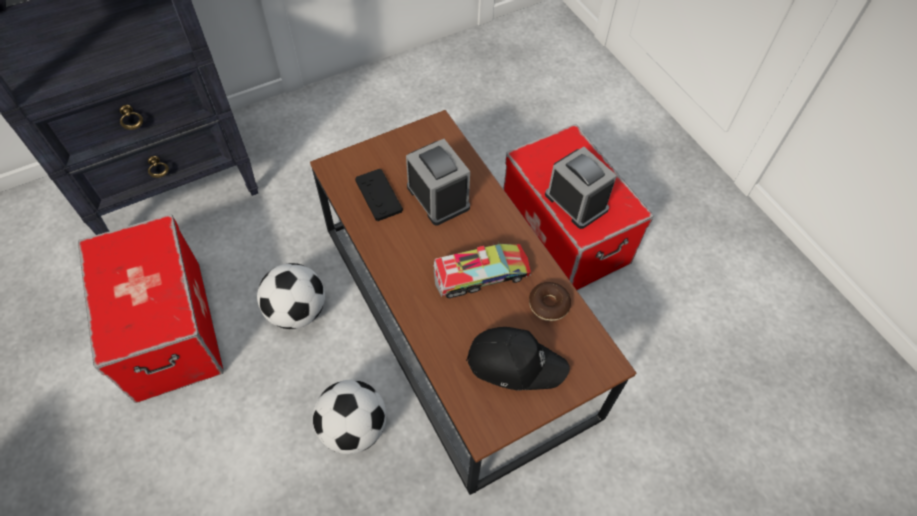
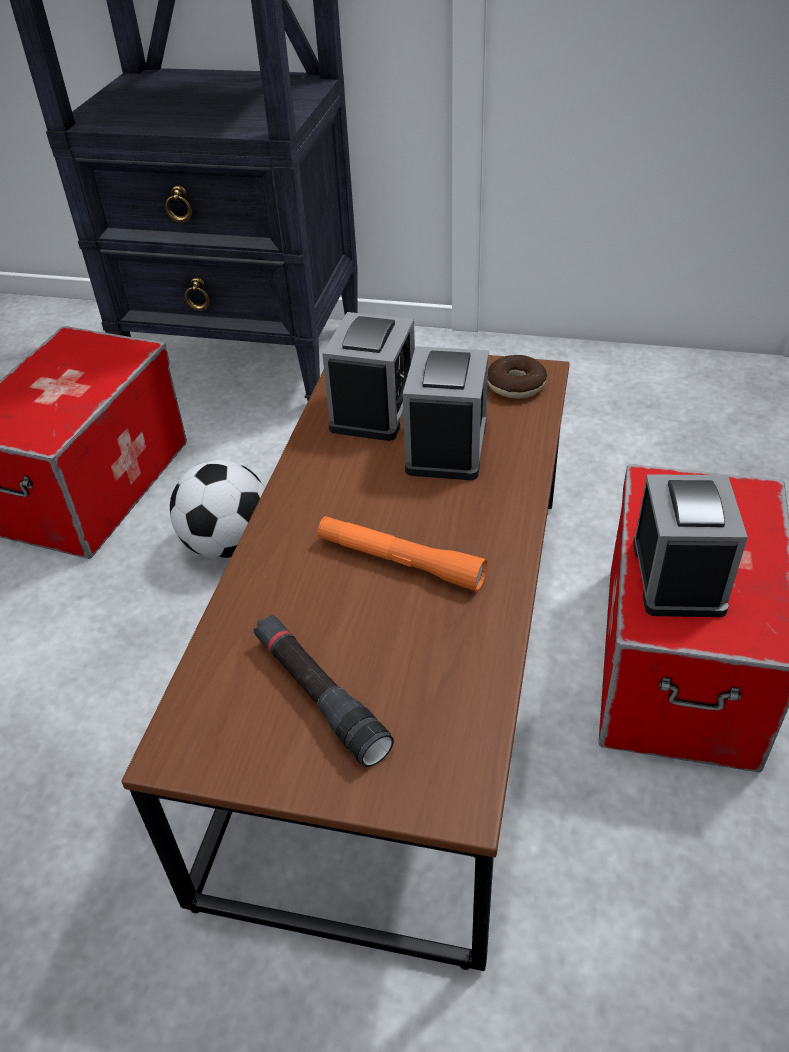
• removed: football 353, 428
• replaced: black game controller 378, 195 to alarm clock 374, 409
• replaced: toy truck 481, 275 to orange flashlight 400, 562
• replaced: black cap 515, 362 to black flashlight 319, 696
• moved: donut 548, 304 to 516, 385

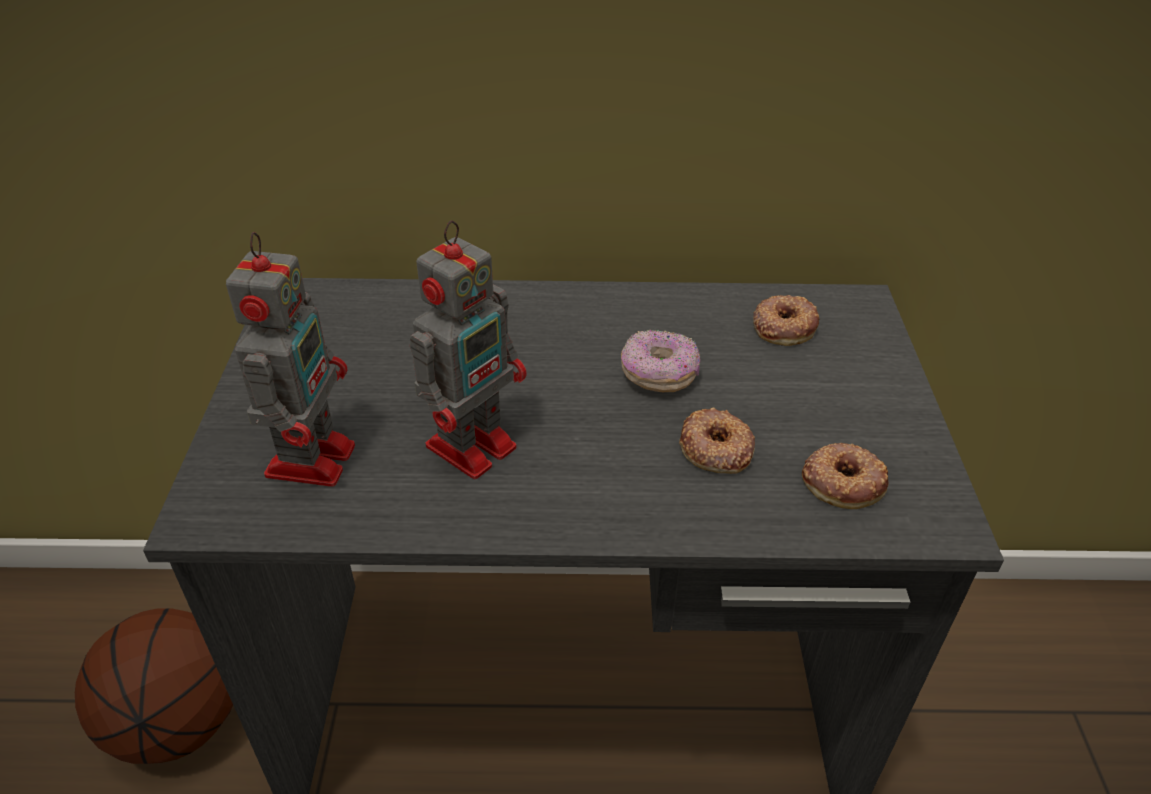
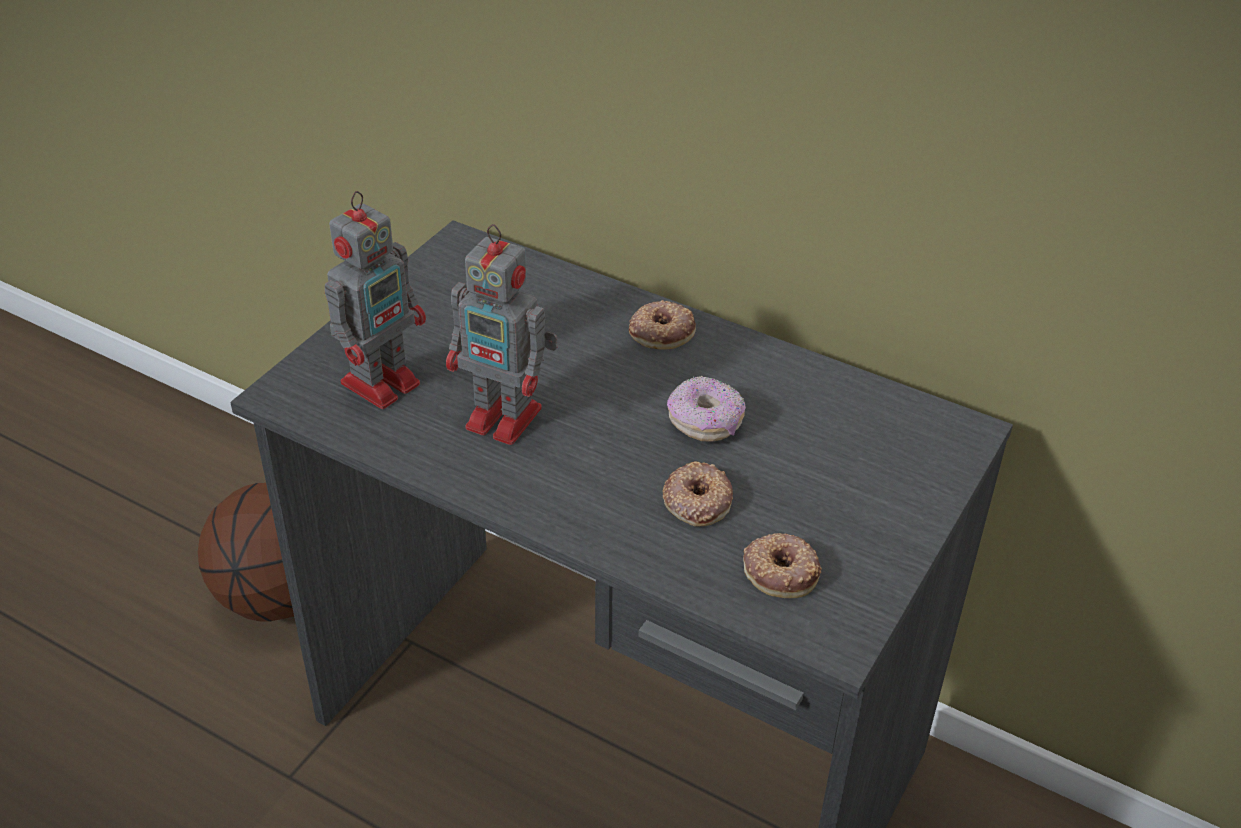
• turned: toy robot 474, 444 = 507, 419 45 degrees clockwise
• moved: donut 783, 326 to 661, 331

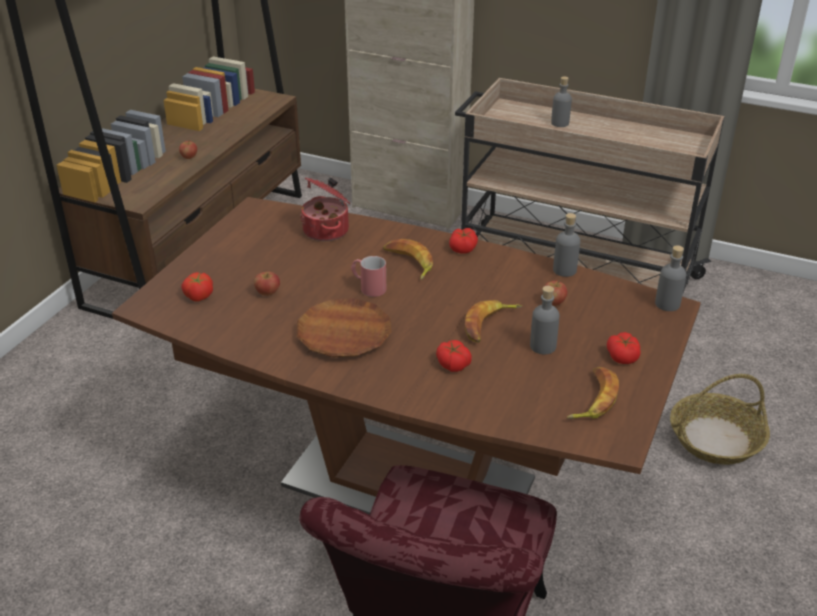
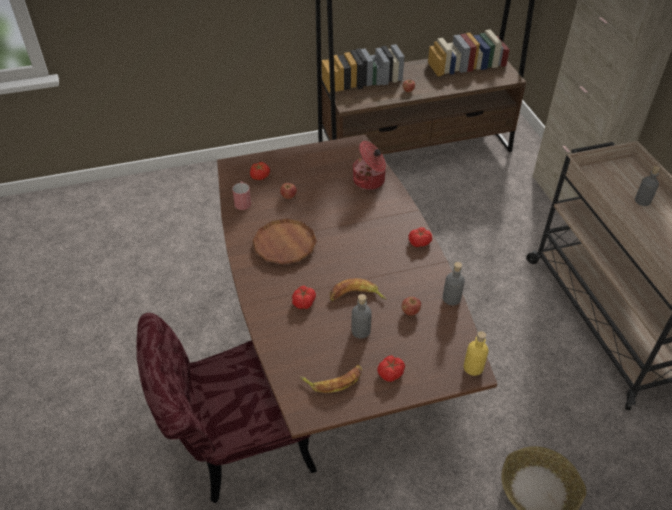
• moved: red mug 368, 287 to 243, 201
• removed: banana 408, 263
• recoloured: grey bottle 667, 304 to yellow bottle 473, 367

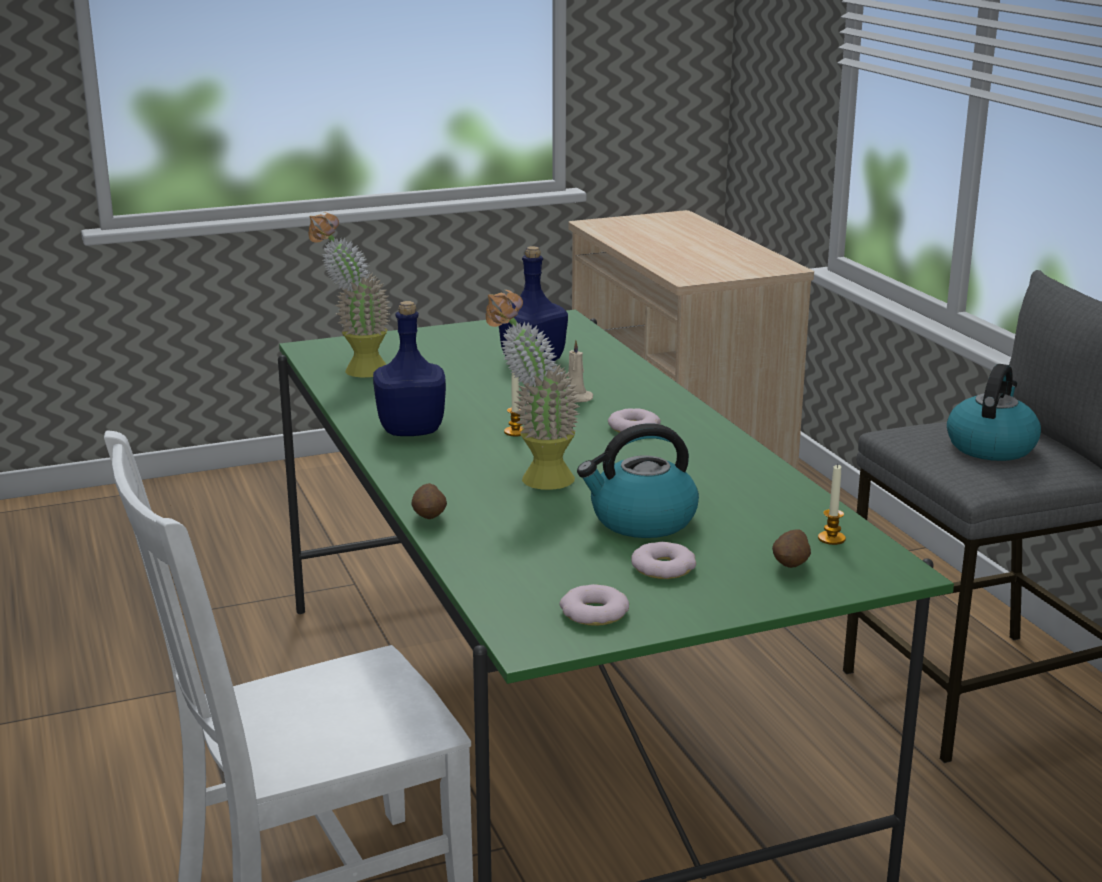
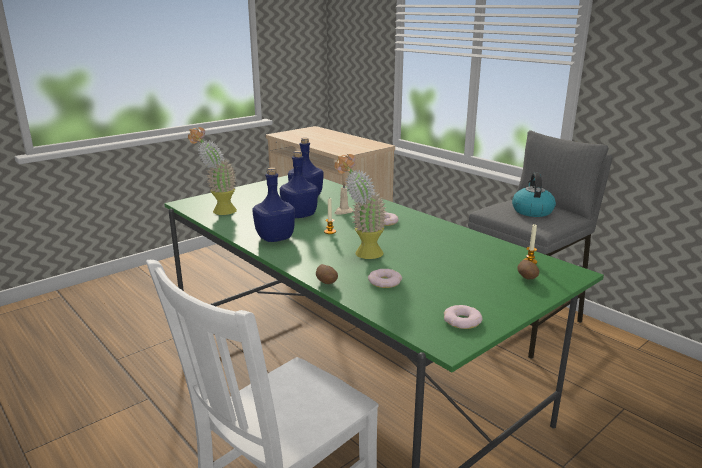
• removed: kettle 641, 520
• moved: donut 663, 567 to 384, 282
• added: blue bottle 300, 215

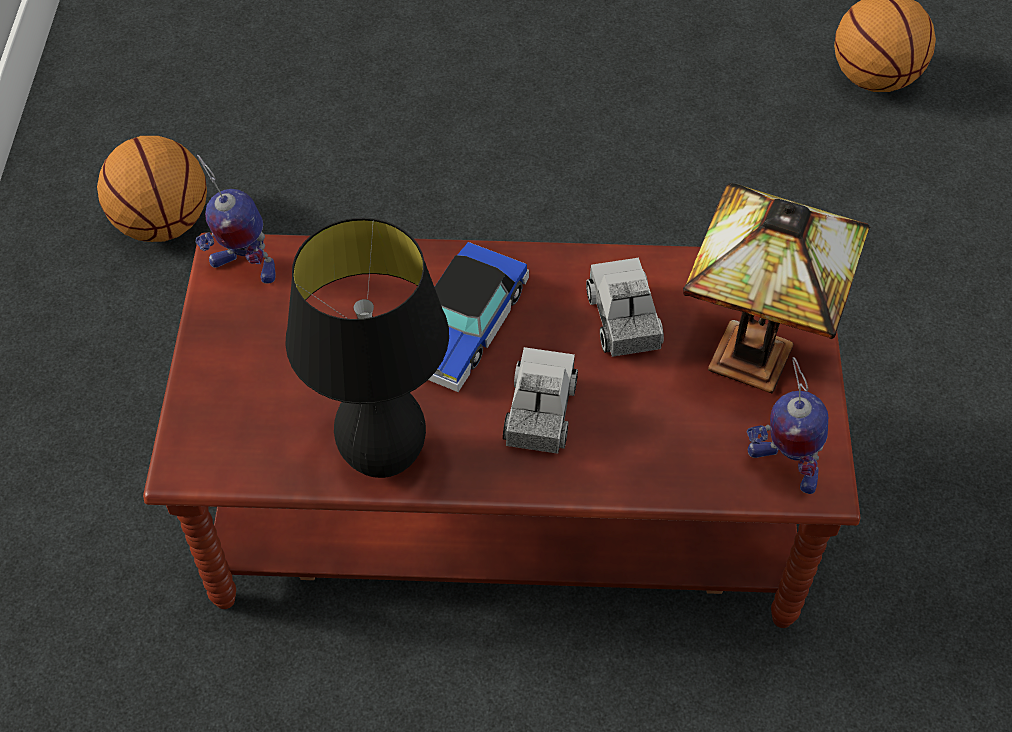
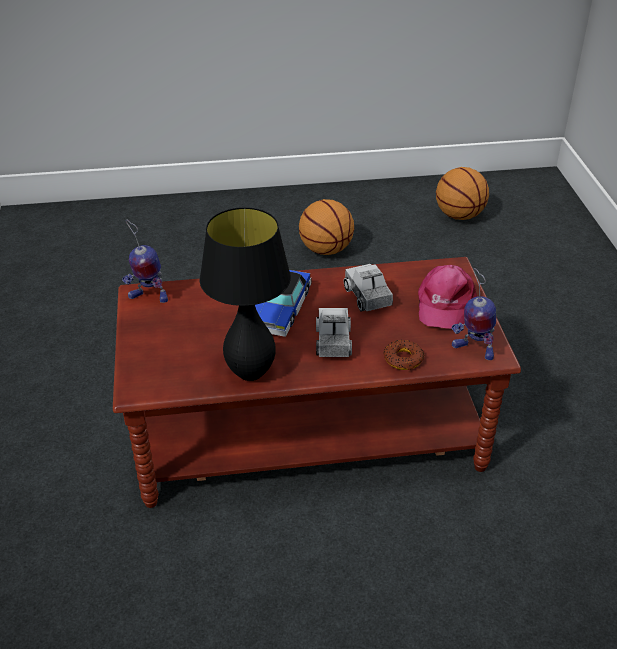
• moved: basketball 164, 224 to 326, 250
• replaced: table lamp 757, 356 to pink cap 444, 304
• added: donut 403, 359

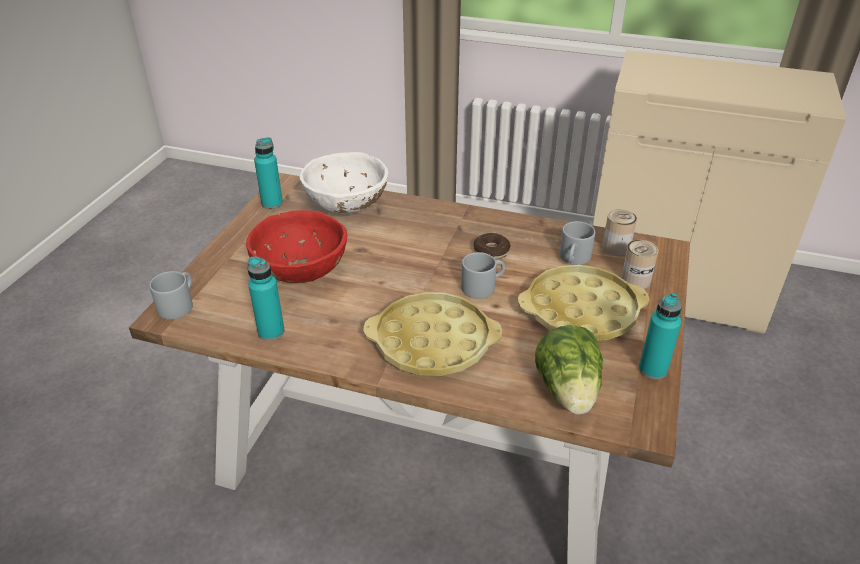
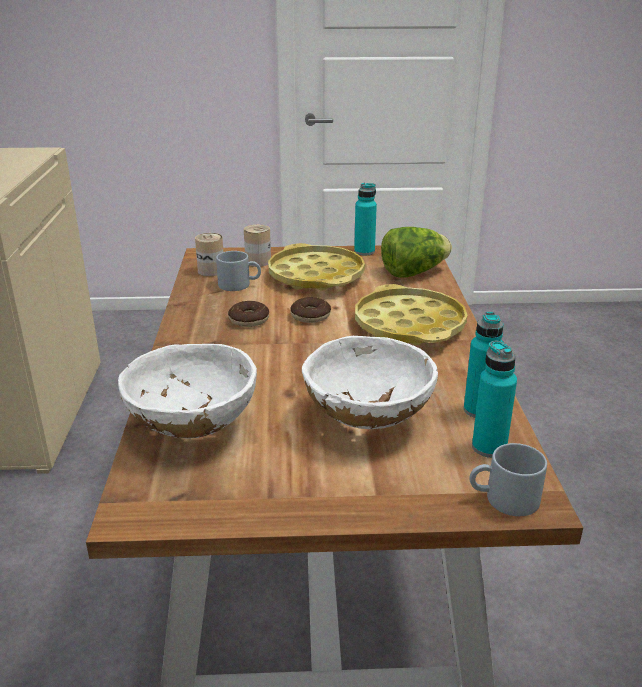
• recoloured: red bowl 301, 274 to white bowl 367, 421
• moved: turquoise bottle 272, 203 to 489, 447
• replaced: grey mug 483, 286 to donut 310, 316

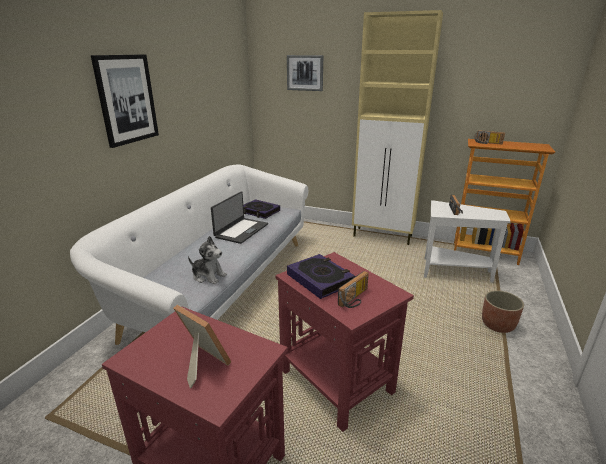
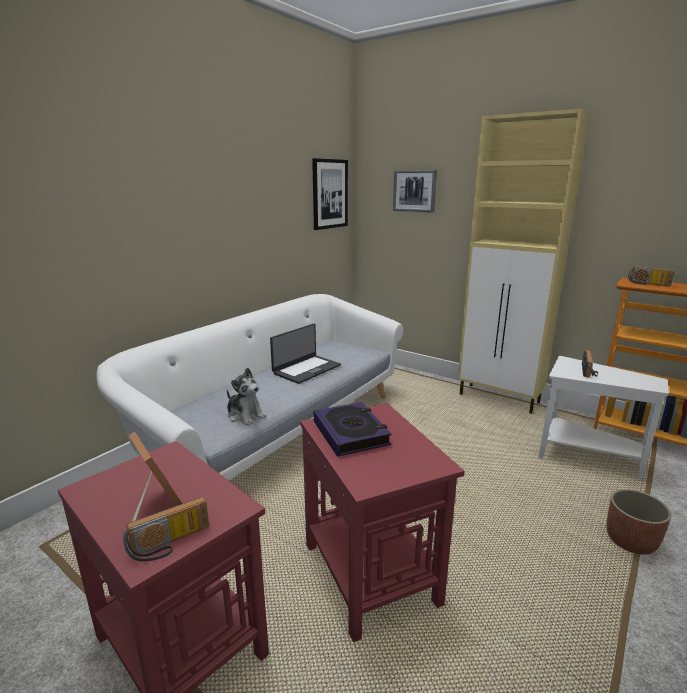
• moved: picture 126, 99 to 329, 194
• removed: book 259, 211
• moved: radio 355, 299 to 170, 544

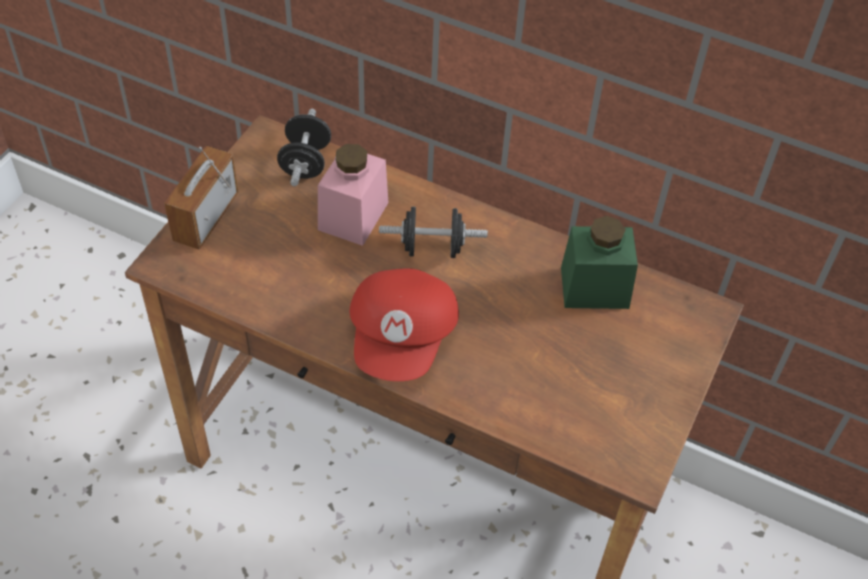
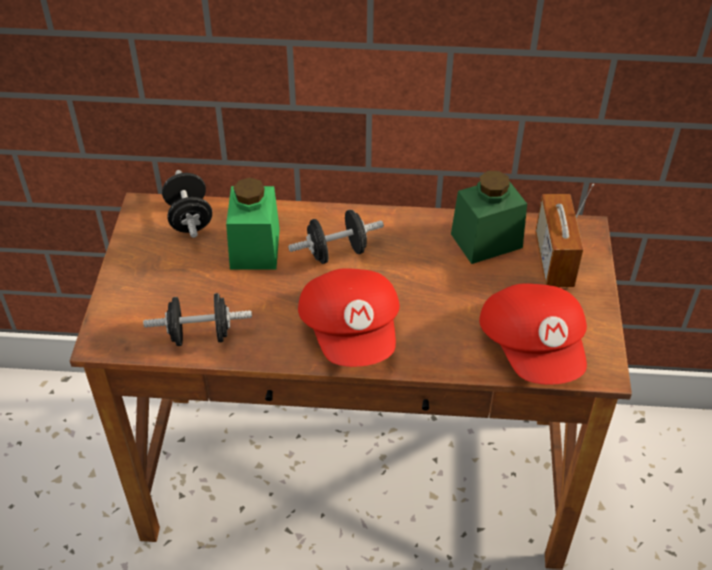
• moved: radio 206, 217 to 553, 260
• recoloured: pink jar 353, 216 to green jar 255, 248
• added: black dumbbell 200, 335
• added: red cap 534, 348

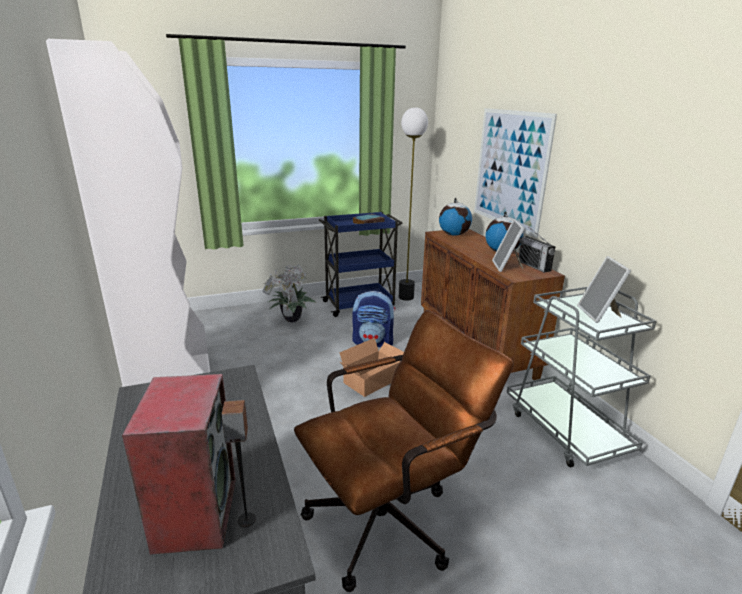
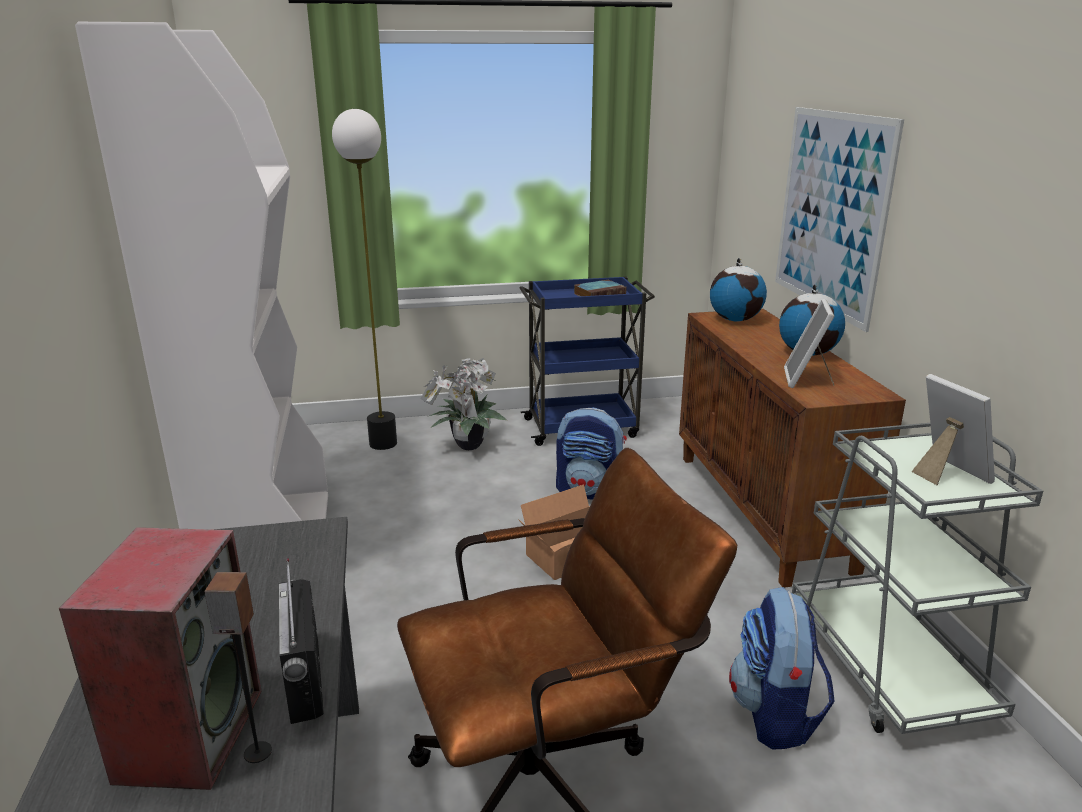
• moved: floor lamp 406, 297 to 383, 443
• moved: radio 534, 266 to 304, 680
• turned: picture frame 600, 314 = 945, 472 150 degrees clockwise
• added: backpack 775, 714

